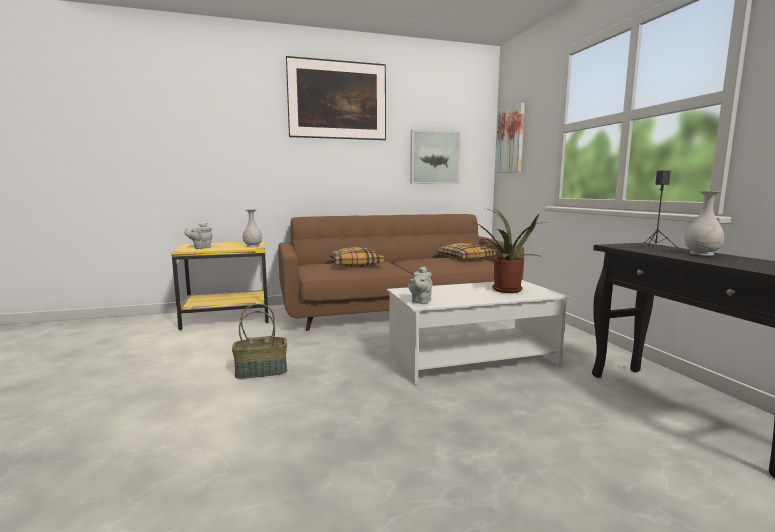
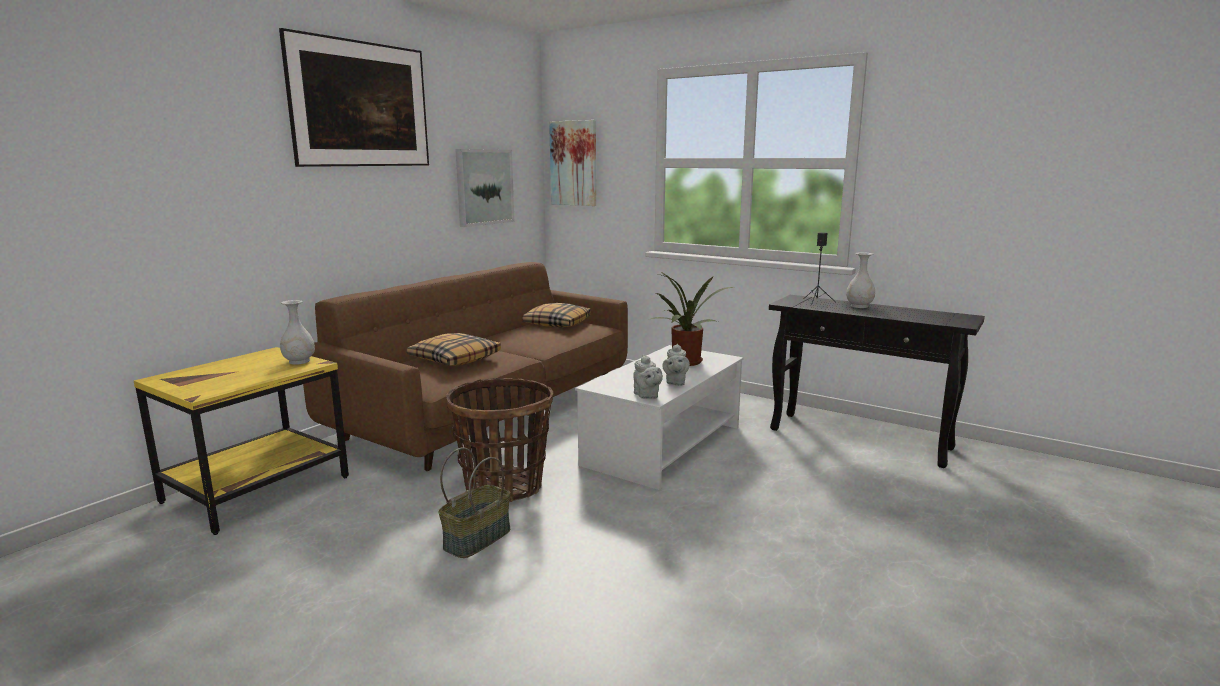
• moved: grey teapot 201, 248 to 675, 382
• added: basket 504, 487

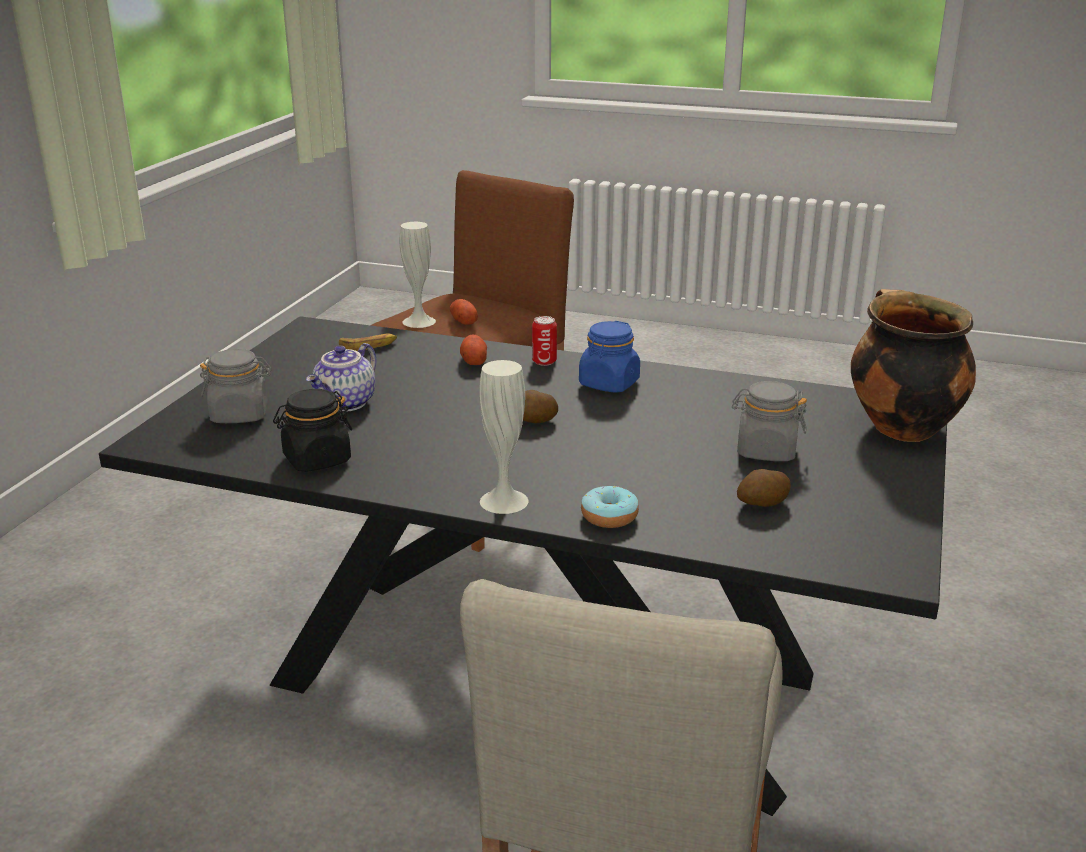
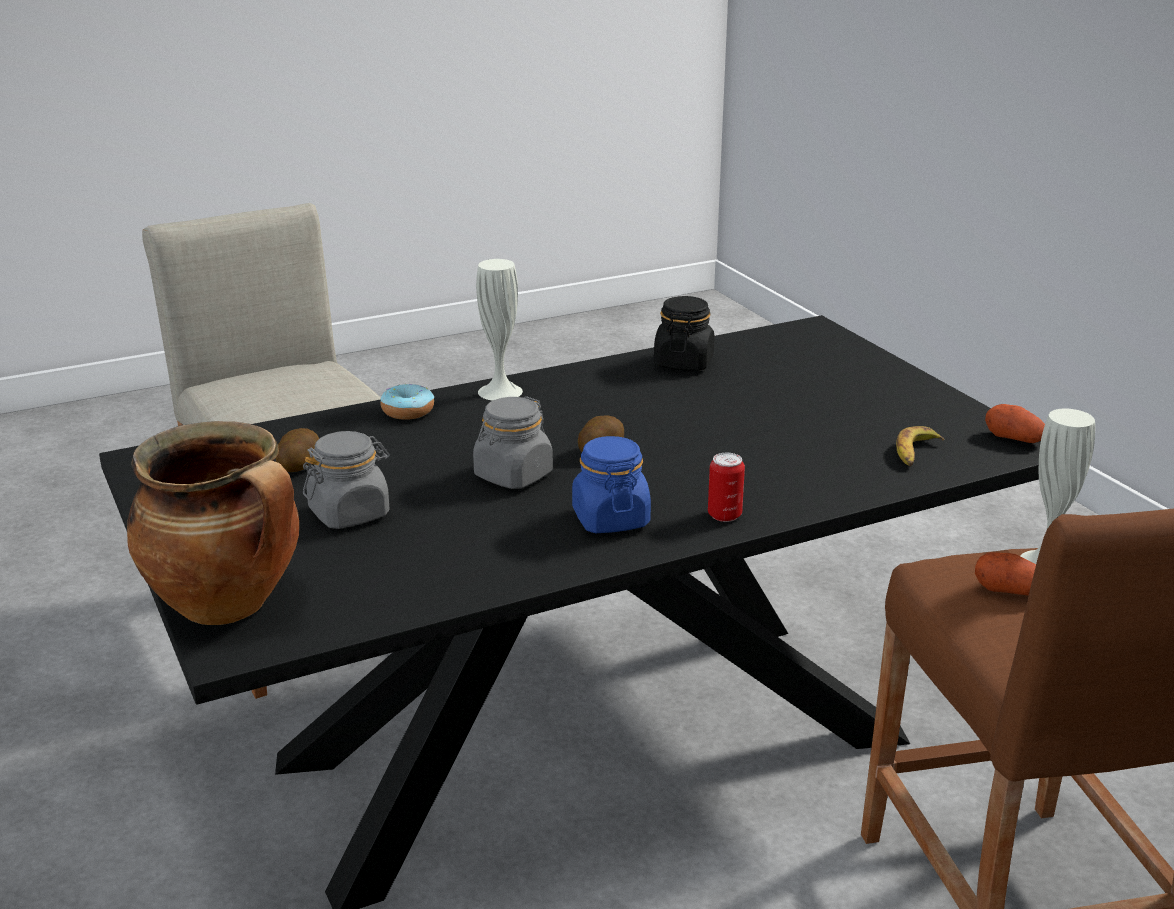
• moved: grey jar 240, 414 to 513, 475
• removed: teapot 346, 403
• moved: potato 473, 360 to 1014, 438

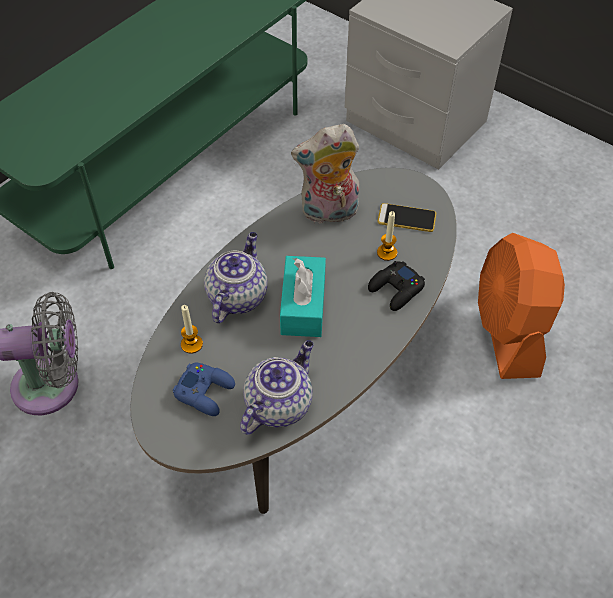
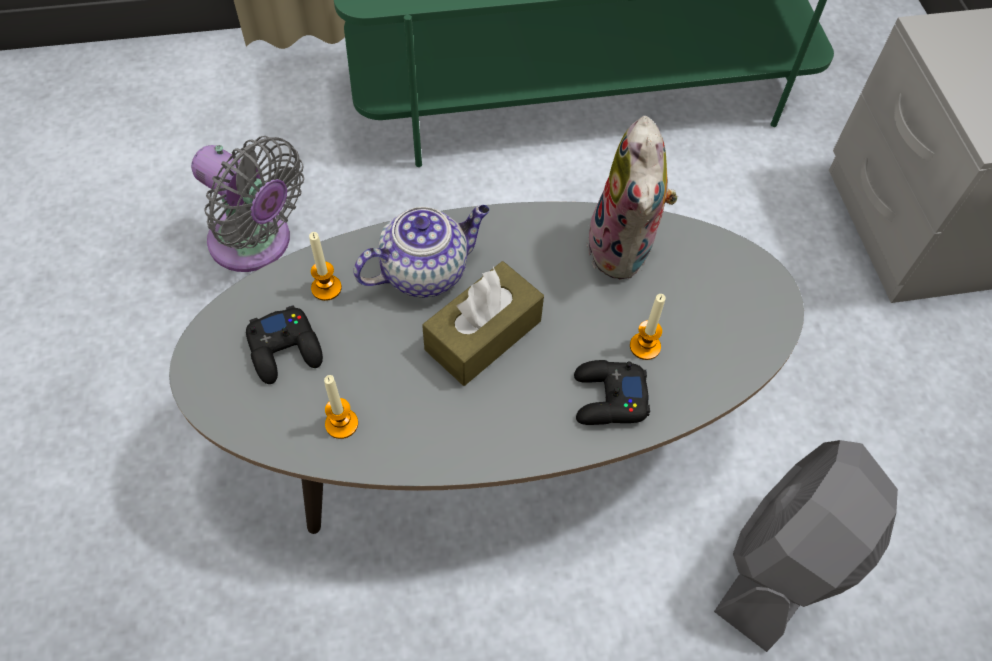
• recoloured: blue game controller 205, 392 to black game controller 285, 350
• replaced: teapot 279, 403 to candle 341, 424
• recoloured: turquoise tissue box 303, 305 to brown tissue box 483, 335
• turned: plush toy 328, 213 = 625, 250 120 degrees counterclockwise
• removed: phone 406, 218
• recoloured: orange fan 508, 329 to grey fan 785, 561

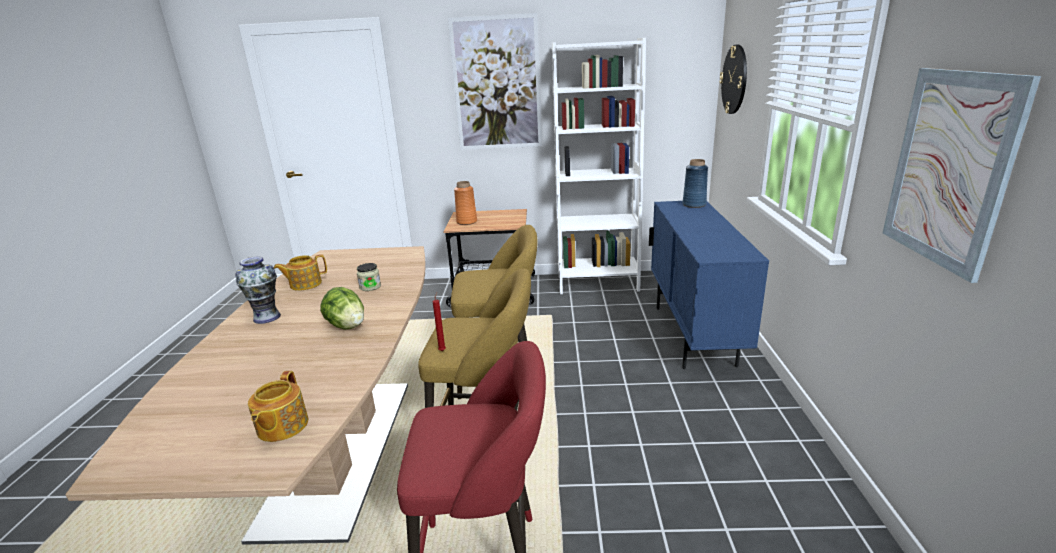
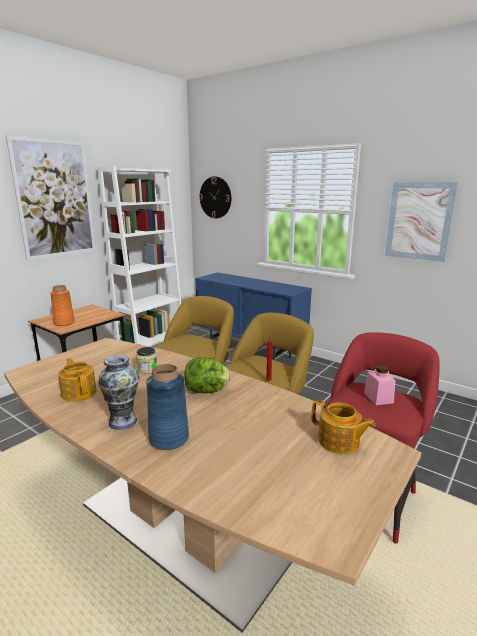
• turned: teapot 305, 284 = 79, 392 135 degrees clockwise
• moved: blue vase 694, 205 to 169, 439
• added: pink jar 378, 398

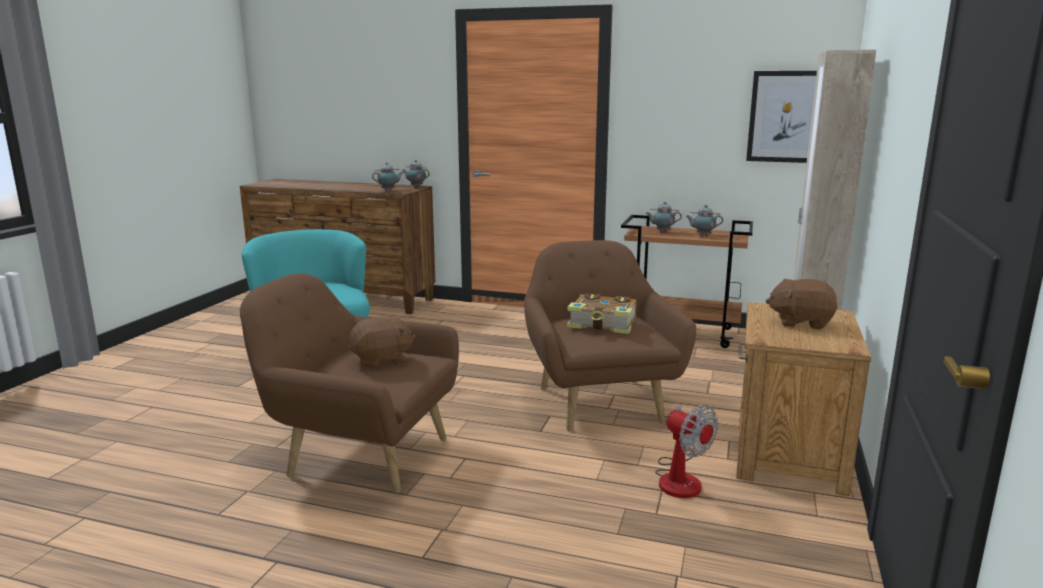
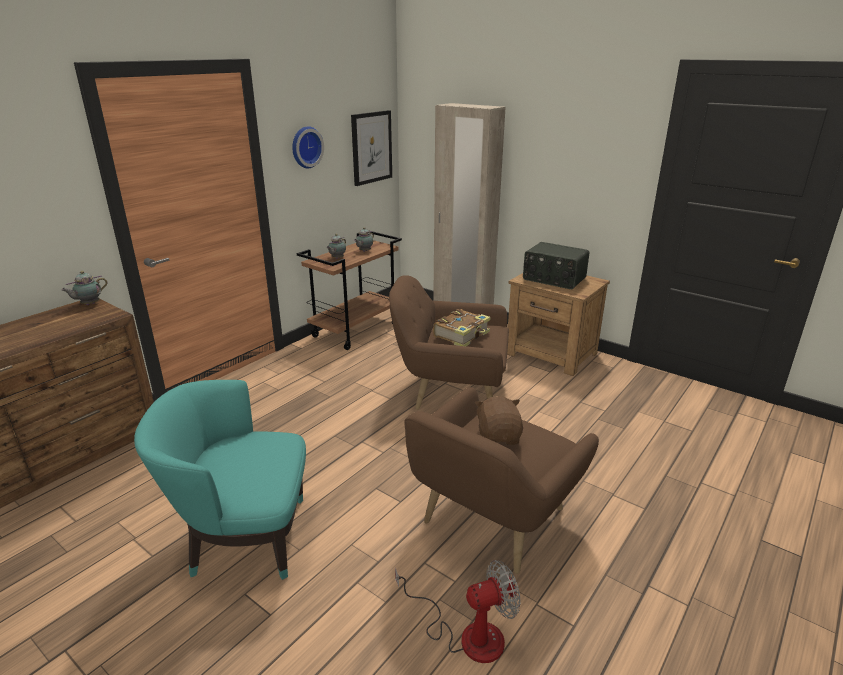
• removed: teapot 389, 190
• moved: fan 680, 477 to 467, 634
• replaced: brown plush toy 800, 322 to radio 553, 279
• added: wall clock 305, 147

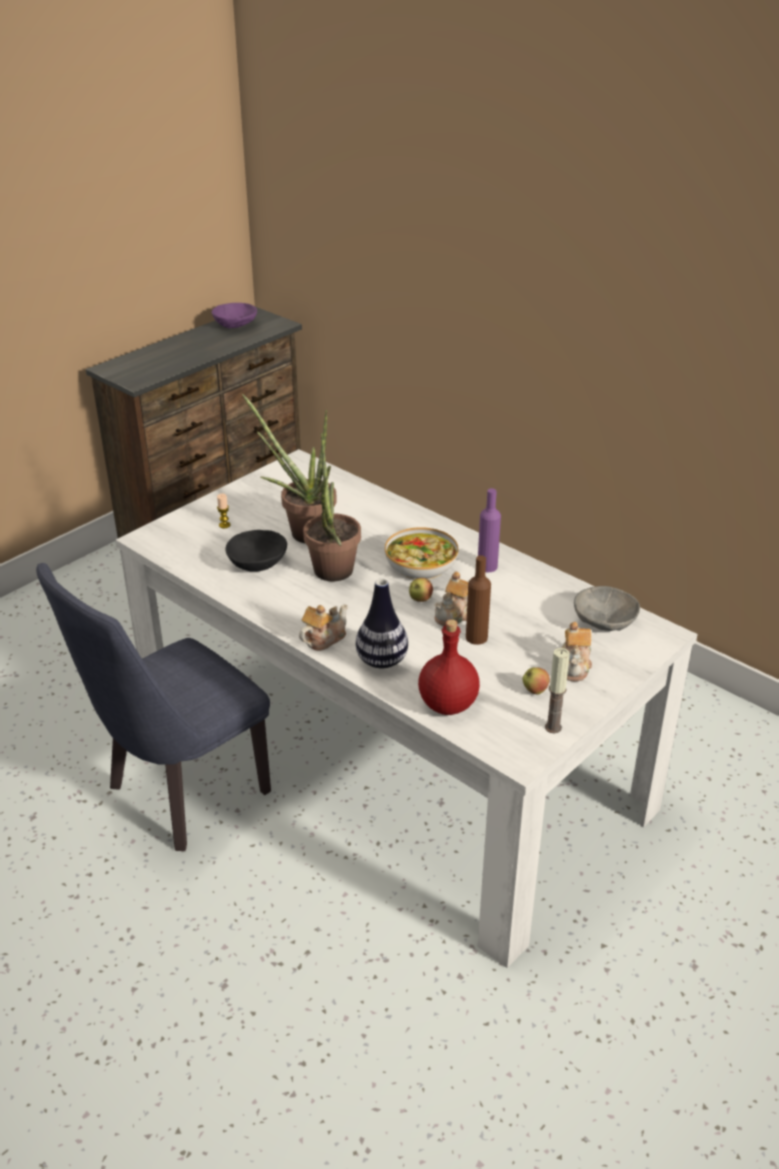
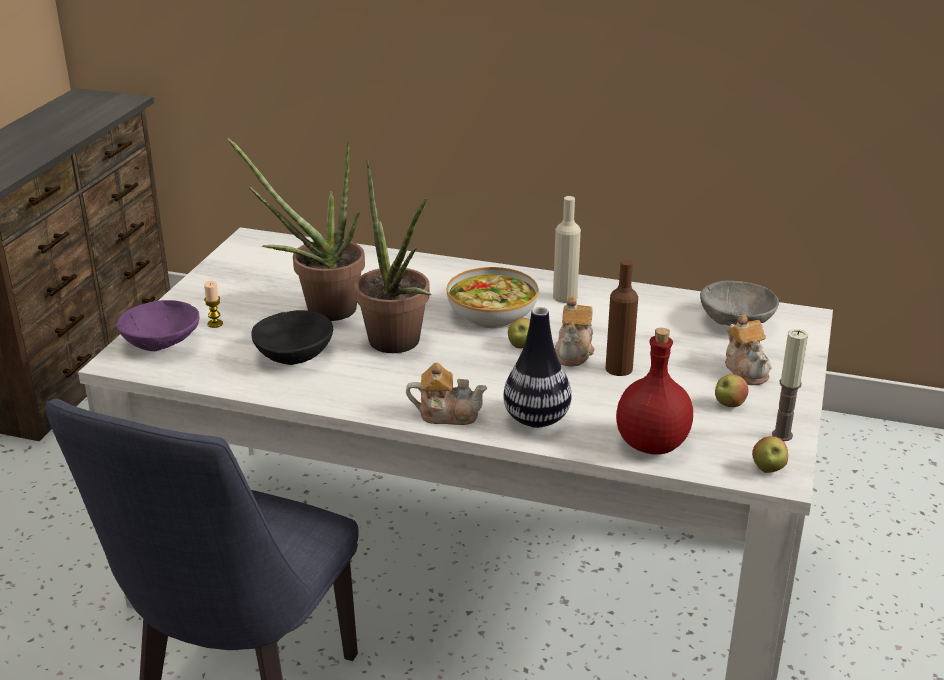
• moved: purple bowl 236, 326 to 163, 343
• turned: teapot 323, 638 = 447, 414 75 degrees clockwise
• recoloured: purple bottle 487, 566 to beige bottle 565, 297
• added: apple 768, 469

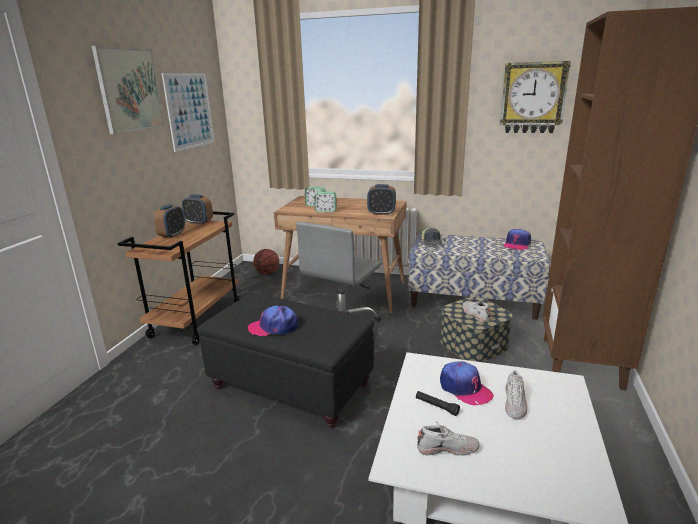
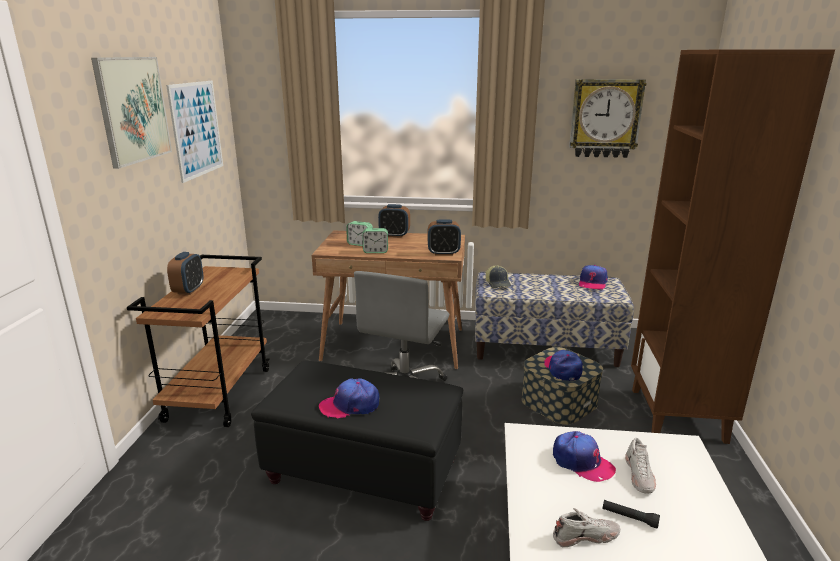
• moved: alarm clock 199, 222 to 394, 235
• removed: basketball 267, 273
• moved: black flashlight 436, 406 to 629, 518
• replaced: white shoe 475, 314 to cap 563, 369

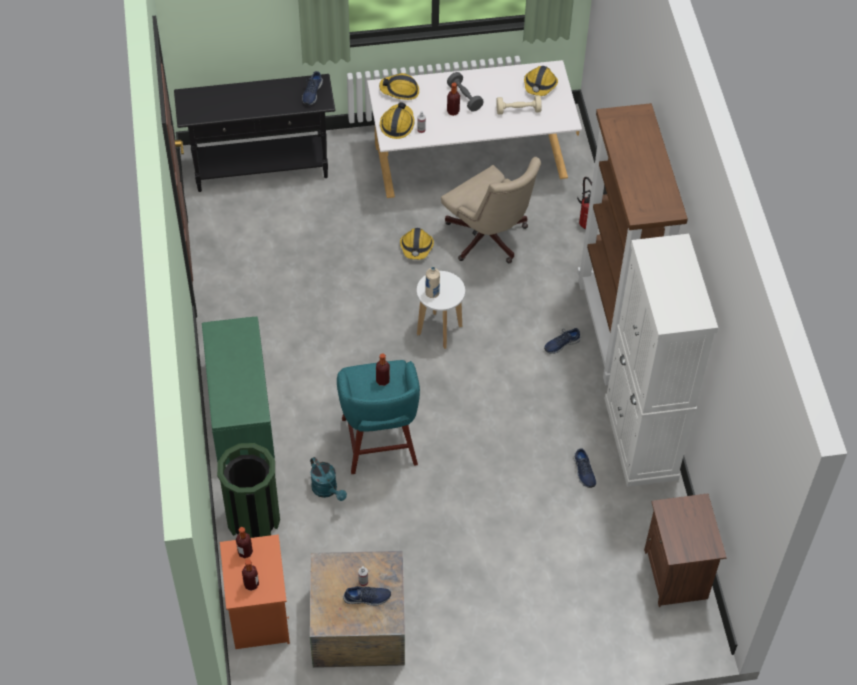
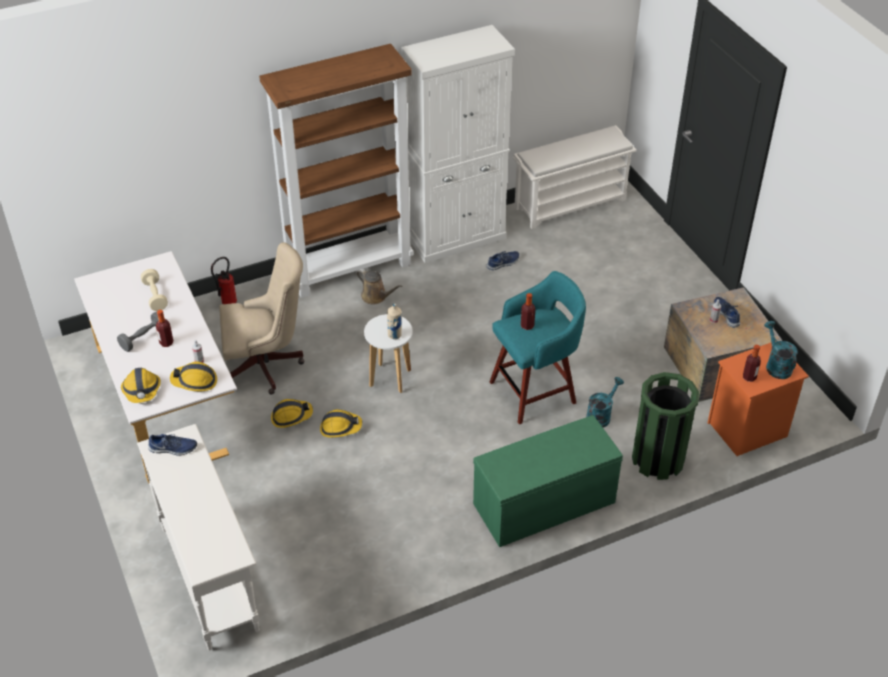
• recoloured: black console table 261, 169 to white console table 210, 577
• replaced: bottle 251, 584 to turquoise watering can 776, 365
• turned: beige office chair 489, 240 = 266, 365 45 degrees clockwise
• moved: hard hat 540, 85 to 340, 427
• replaced: blue shoe 561, 344 to brown watering can 376, 297
• replaced: brown nightstand 677, 574 to white shoe rack 570, 203

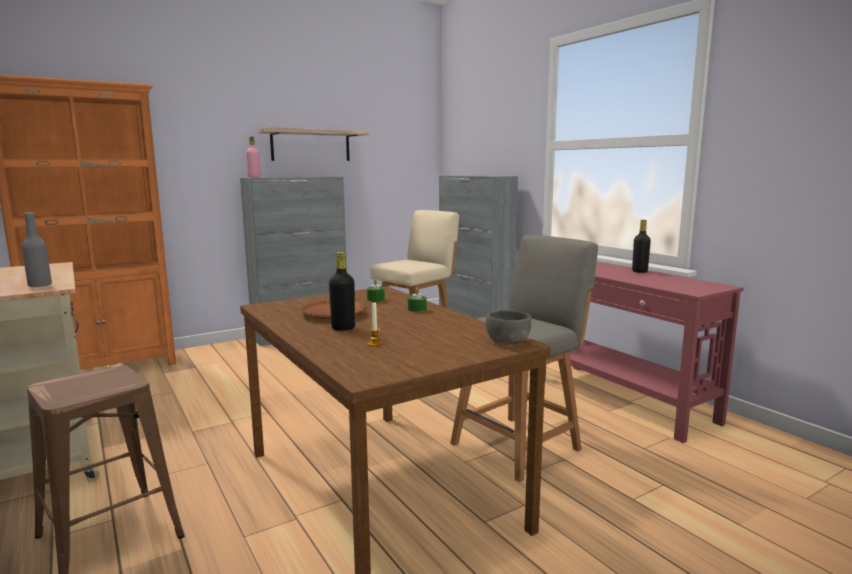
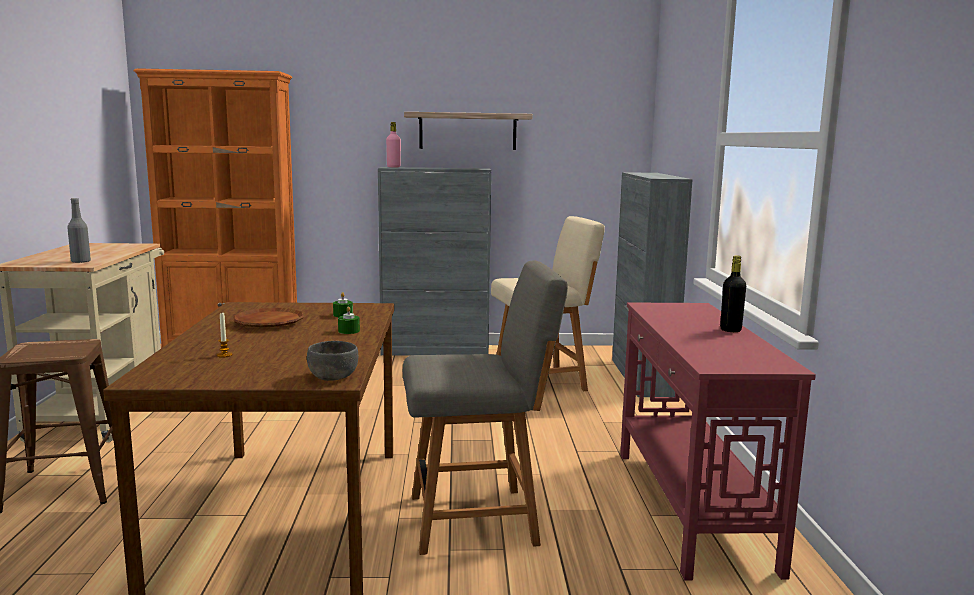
• removed: black bottle 343, 328

